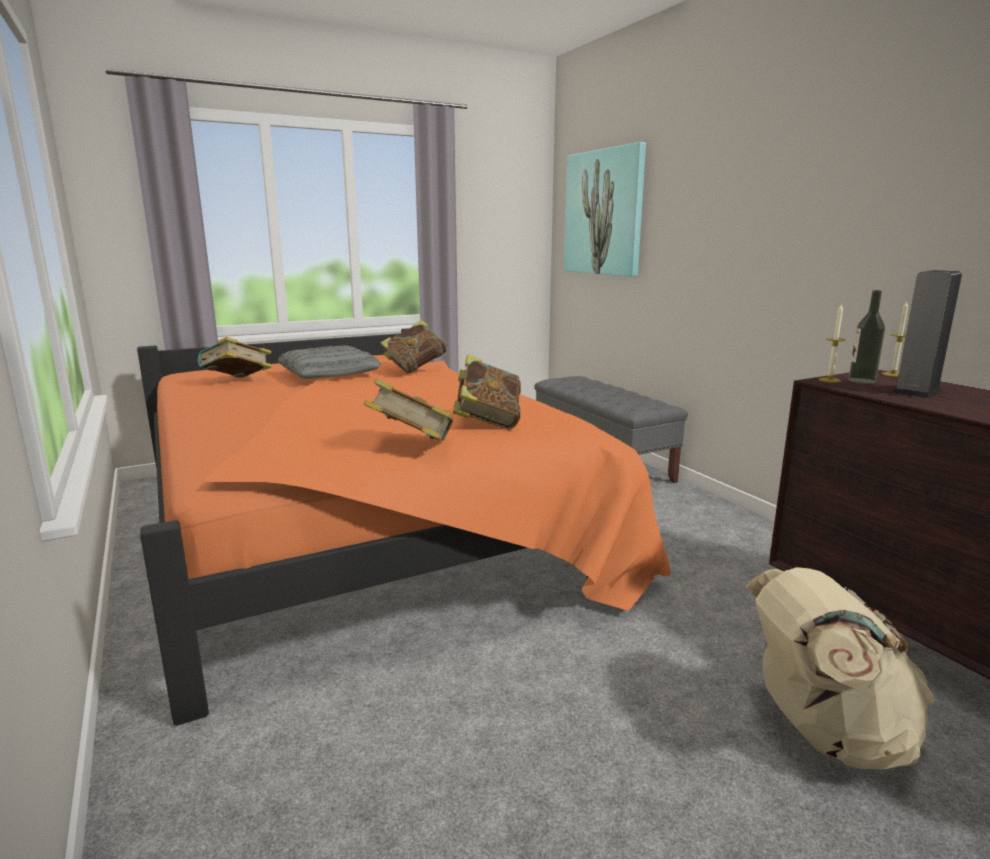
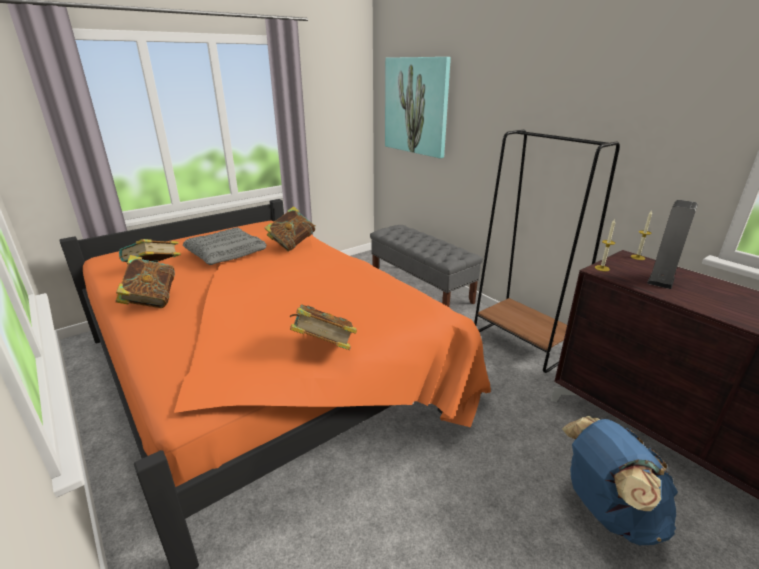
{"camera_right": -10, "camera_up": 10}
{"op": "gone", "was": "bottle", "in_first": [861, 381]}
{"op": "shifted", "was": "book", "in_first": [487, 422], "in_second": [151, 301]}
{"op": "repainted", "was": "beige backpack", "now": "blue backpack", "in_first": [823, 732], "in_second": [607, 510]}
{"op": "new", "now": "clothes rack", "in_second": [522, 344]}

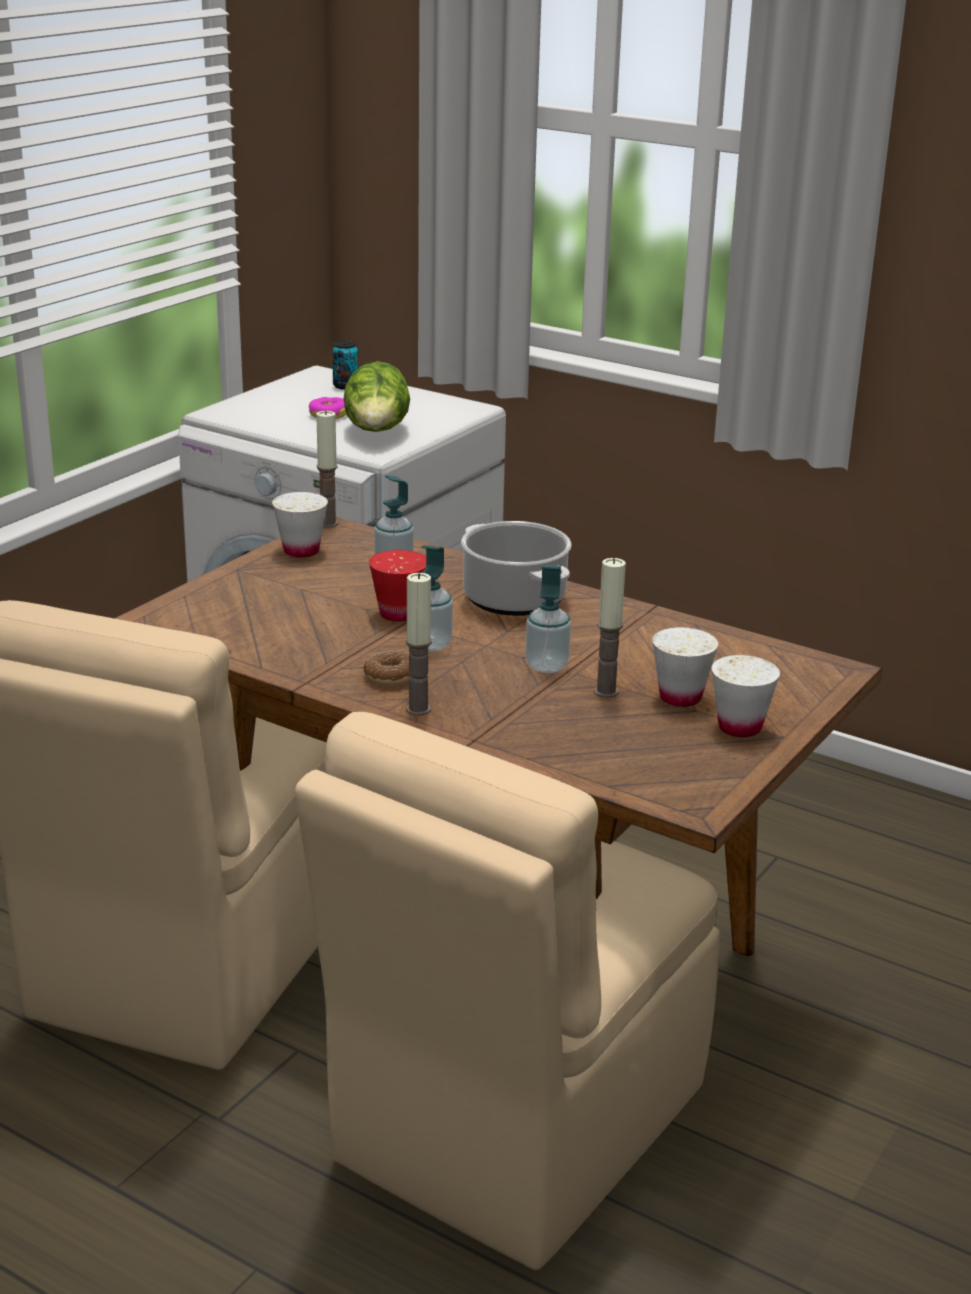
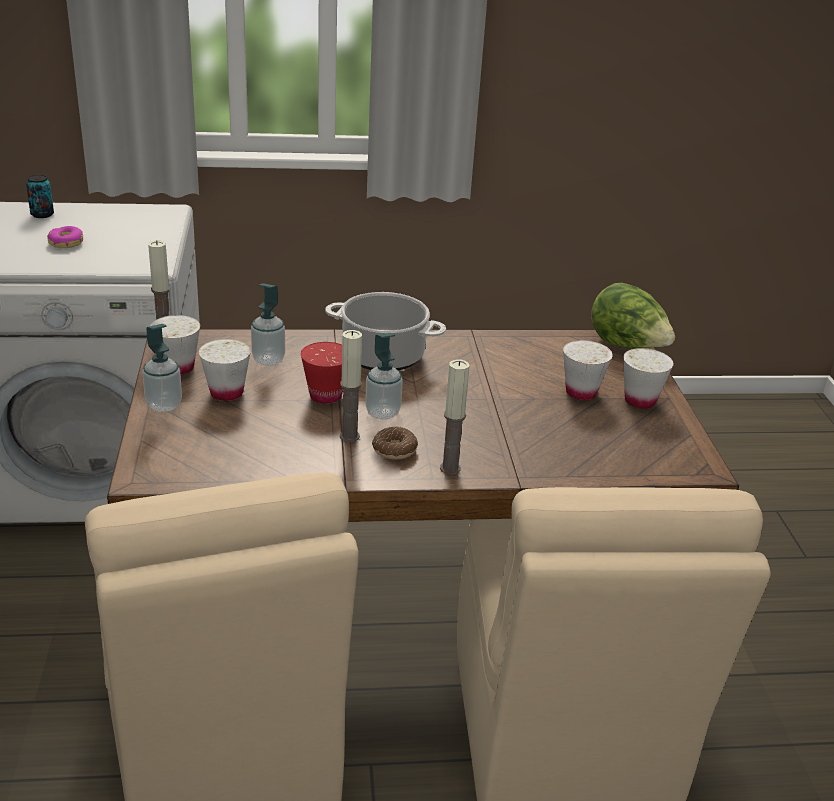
{"camera_right": -40, "camera_up": 5}
{"op": "shifted", "was": "lettuce", "in_first": [377, 433], "in_second": [627, 347]}
{"op": "shifted", "was": "candle", "in_first": [606, 691], "in_second": [349, 436]}
{"op": "shifted", "was": "soap dispenser", "in_first": [546, 666], "in_second": [164, 405]}
{"op": "new", "now": "white cup", "in_second": [226, 393]}

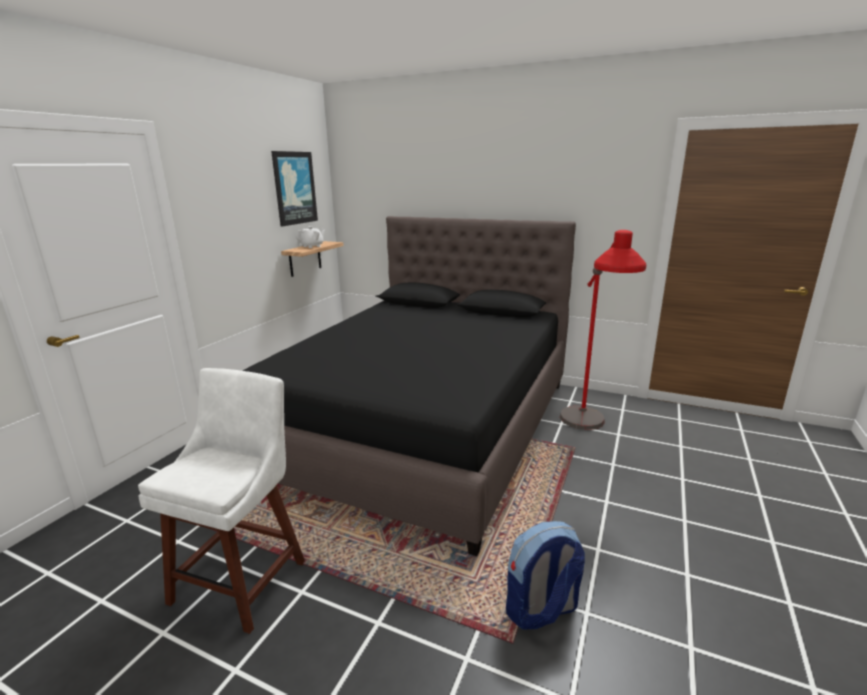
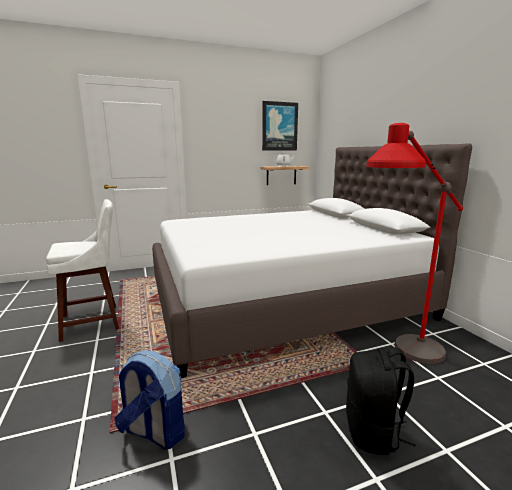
{"camera_right": 45, "camera_up": -5}
{"op": "repainted", "was": "black bed", "now": "white bed", "in_first": [424, 425], "in_second": [283, 300]}
{"op": "new", "now": "black backpack", "in_second": [373, 432]}

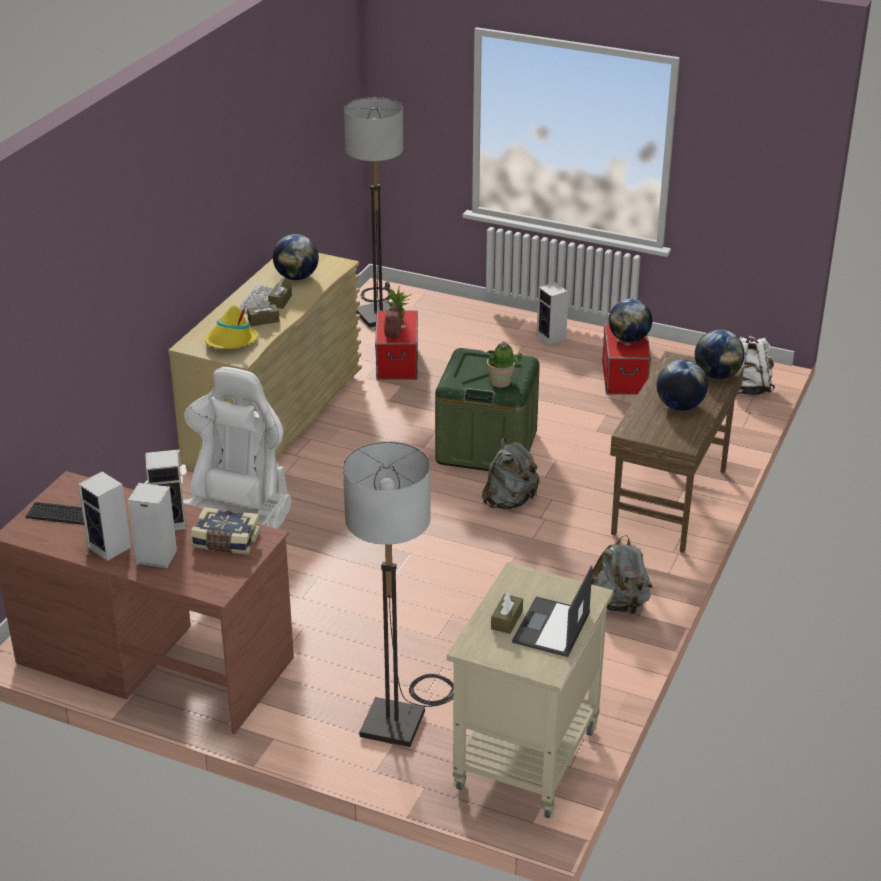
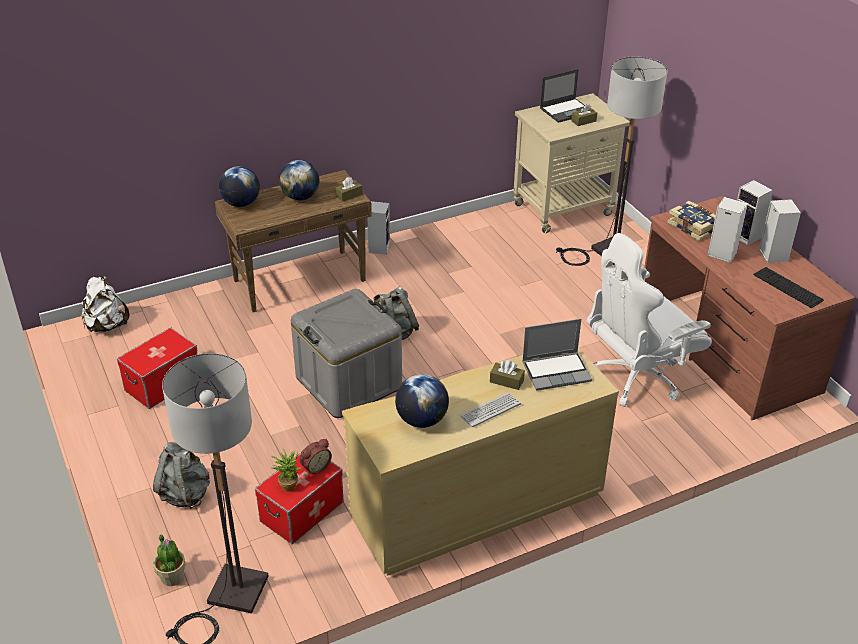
{"camera_right": -140, "camera_up": 5}
{"op": "shifted", "was": "brown tissue box", "in_first": [280, 301], "in_second": [349, 195]}
{"op": "shifted", "was": "speaker", "in_first": [552, 337], "in_second": [379, 247]}
{"op": "gone", "was": "globe", "in_first": [629, 339]}
{"op": "swapped", "was": "yellow hat", "now": "laptop", "in_first": [231, 341], "in_second": [557, 371]}
{"op": "shifted", "was": "potted plant", "in_first": [500, 382], "in_second": [172, 576]}
{"op": "repainted", "was": "green storage box", "now": "grey storage box", "in_first": [486, 446], "in_second": [348, 382]}
{"op": "shifted", "was": "grey backpack", "in_first": [619, 604], "in_second": [185, 493]}

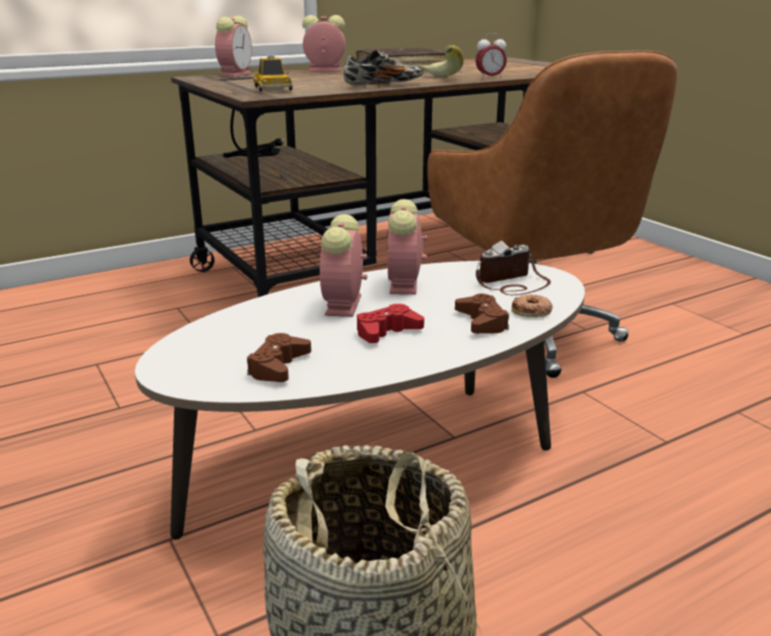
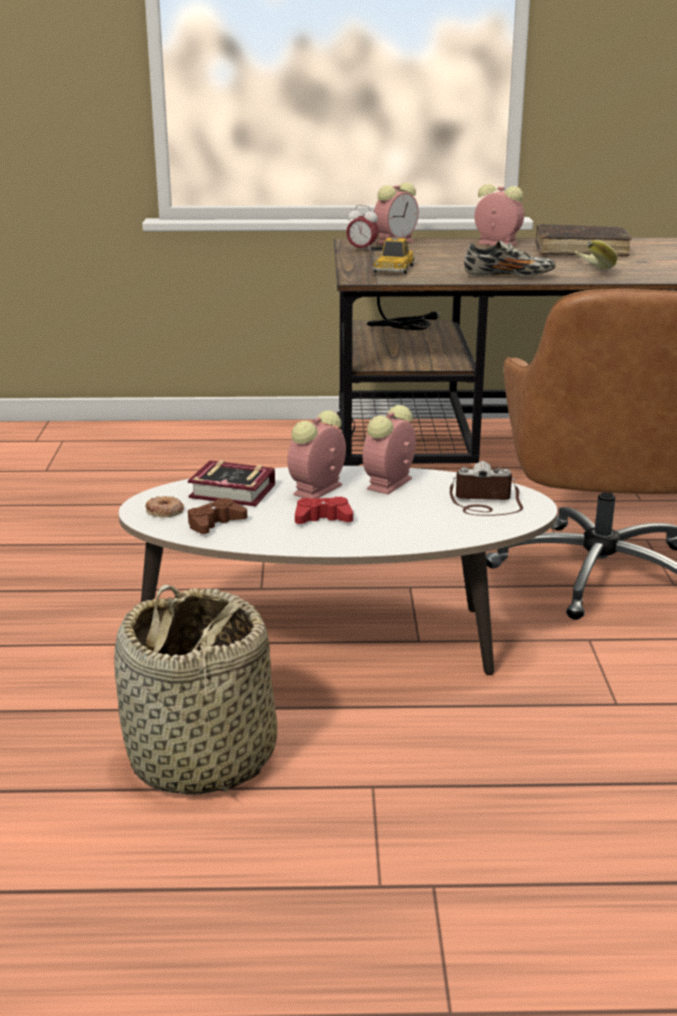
{"camera_right": 30, "camera_up": 0}
{"op": "shifted", "was": "alarm clock", "in_first": [490, 78], "in_second": [362, 250]}
{"op": "gone", "was": "brown game controller", "in_first": [482, 322]}
{"op": "shifted", "was": "donut", "in_first": [532, 311], "in_second": [164, 511]}
{"op": "new", "now": "book", "in_second": [235, 493]}

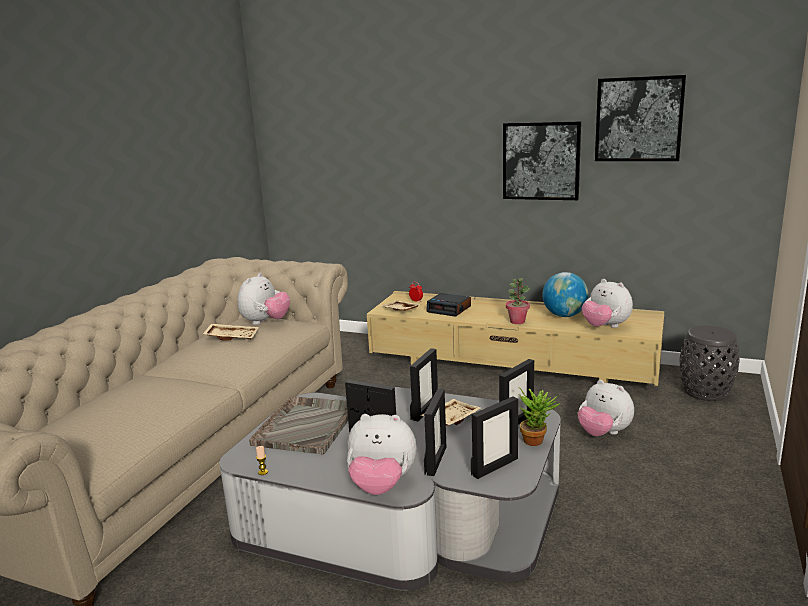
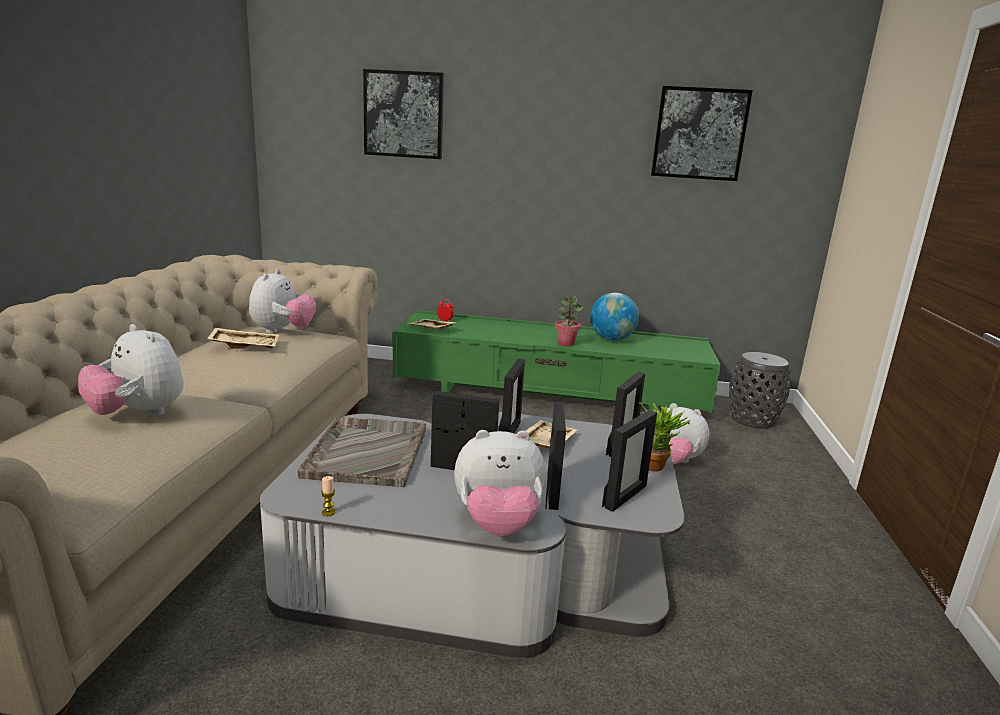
{"camera_right": -15, "camera_up": 0}
{"op": "shifted", "was": "picture", "in_first": [541, 161], "in_second": [404, 115]}
{"op": "shifted", "was": "plush toy", "in_first": [605, 327], "in_second": [138, 414]}
{"op": "repainted", "was": "beige tv stand", "now": "green tv stand", "in_first": [511, 364], "in_second": [549, 392]}
{"op": "gone", "was": "alarm clock", "in_first": [449, 309]}

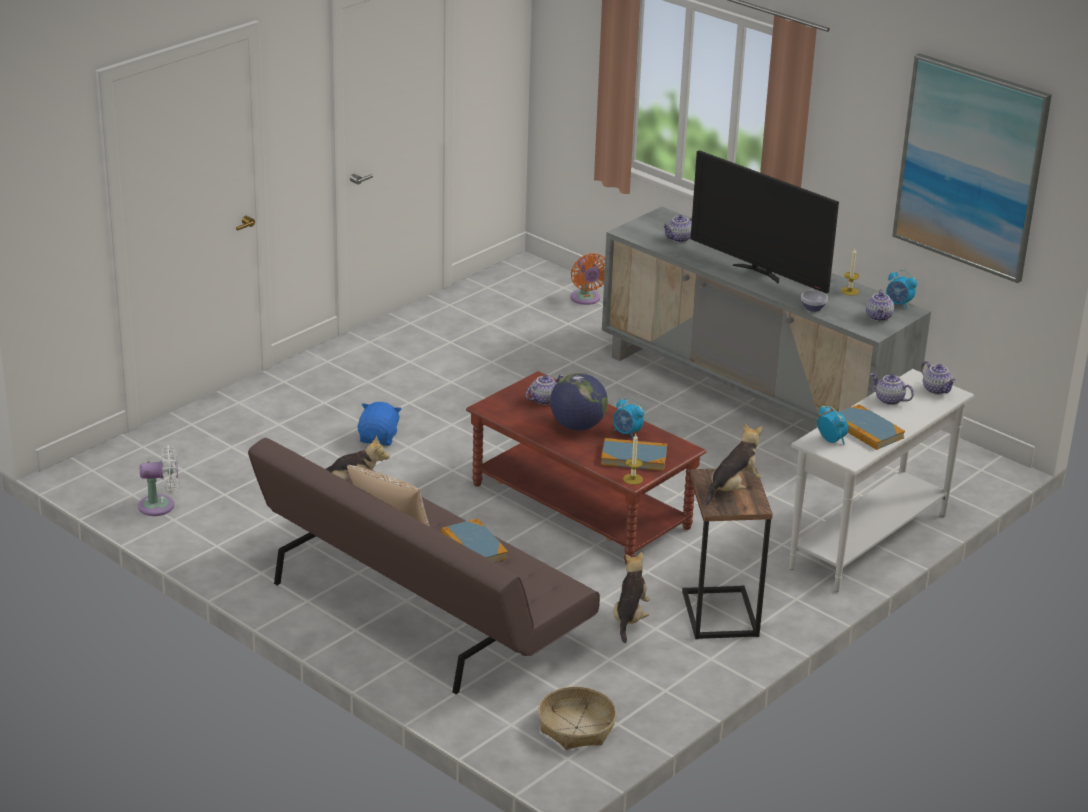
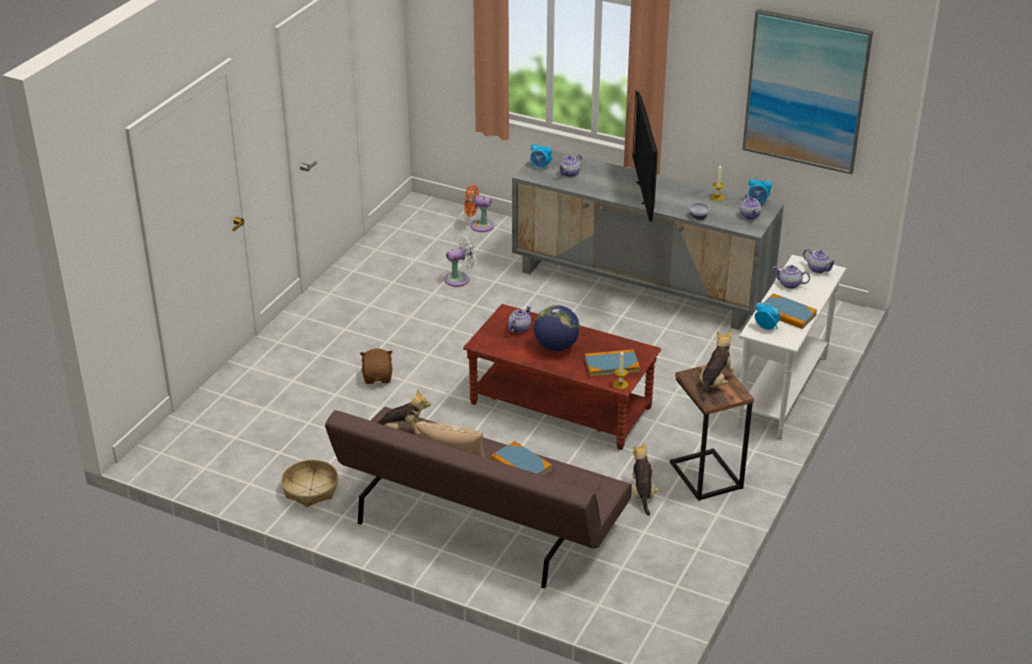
{"camera_right": -15, "camera_up": 5}
{"op": "rotated", "was": "television", "in_first": [759, 272], "in_second": [644, 193], "clockwise": 60}
{"op": "rotated", "was": "orange fan", "in_first": [586, 299], "in_second": [479, 225], "clockwise": 135}
{"op": "shifted", "was": "alarm clock", "in_first": [627, 433], "in_second": [540, 167]}
{"op": "repainted", "was": "blue plush toy", "now": "brown plush toy", "in_first": [379, 438], "in_second": [378, 377]}
{"op": "shifted", "was": "white fan", "in_first": [160, 506], "in_second": [459, 279]}
{"op": "shifted", "was": "basket", "in_first": [576, 727], "in_second": [310, 489]}

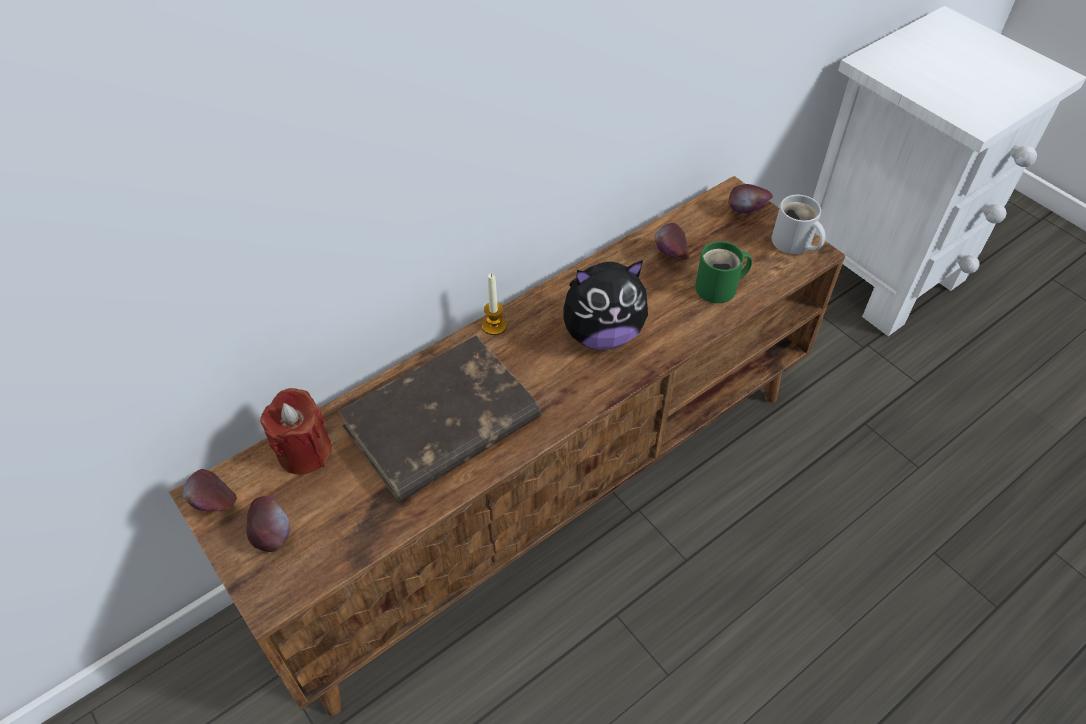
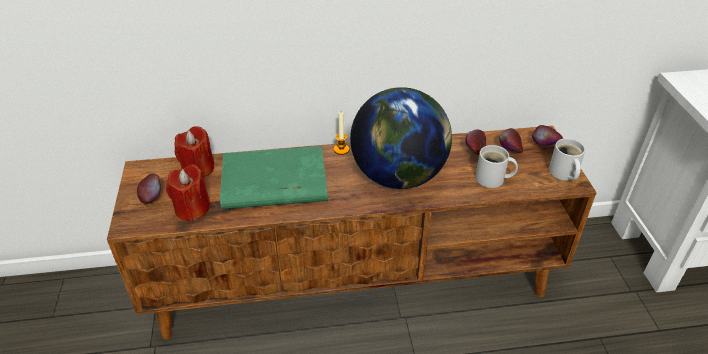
{"camera_right": 30, "camera_up": -10}
{"op": "repainted", "was": "green mug", "now": "white mug", "in_first": [720, 288], "in_second": [492, 179]}
{"op": "swapped", "was": "plush toy", "now": "globe", "in_first": [602, 334], "in_second": [399, 176]}
{"op": "repainted", "was": "brown book", "now": "green book", "in_first": [440, 424], "in_second": [273, 184]}
{"op": "shifted", "was": "apple", "in_first": [215, 505], "in_second": [509, 151]}
{"op": "new", "now": "red candle", "in_second": [192, 209]}

